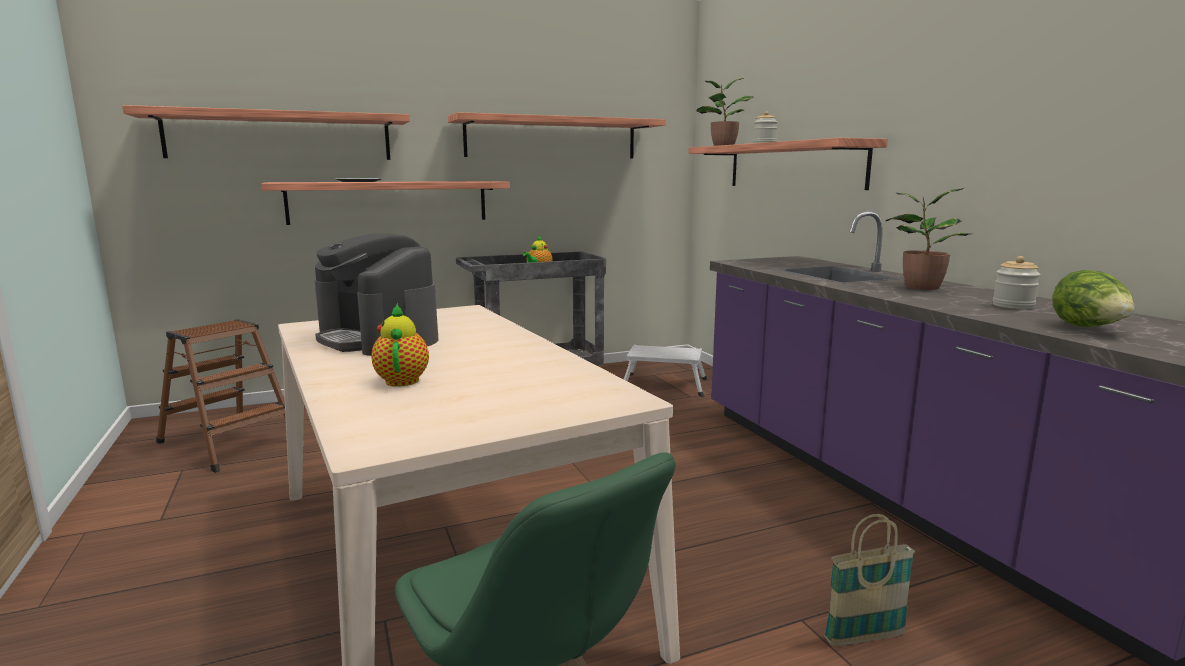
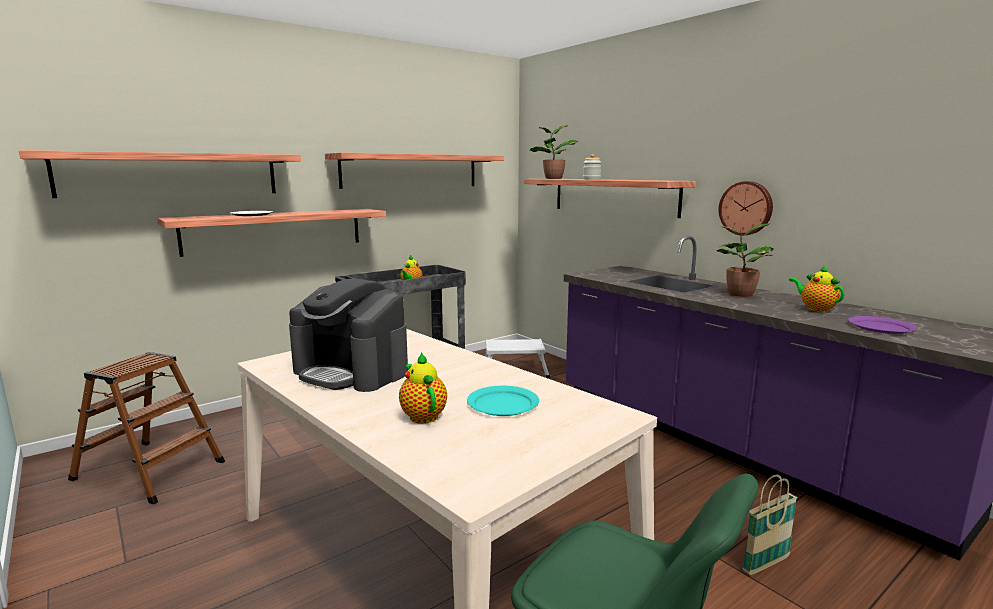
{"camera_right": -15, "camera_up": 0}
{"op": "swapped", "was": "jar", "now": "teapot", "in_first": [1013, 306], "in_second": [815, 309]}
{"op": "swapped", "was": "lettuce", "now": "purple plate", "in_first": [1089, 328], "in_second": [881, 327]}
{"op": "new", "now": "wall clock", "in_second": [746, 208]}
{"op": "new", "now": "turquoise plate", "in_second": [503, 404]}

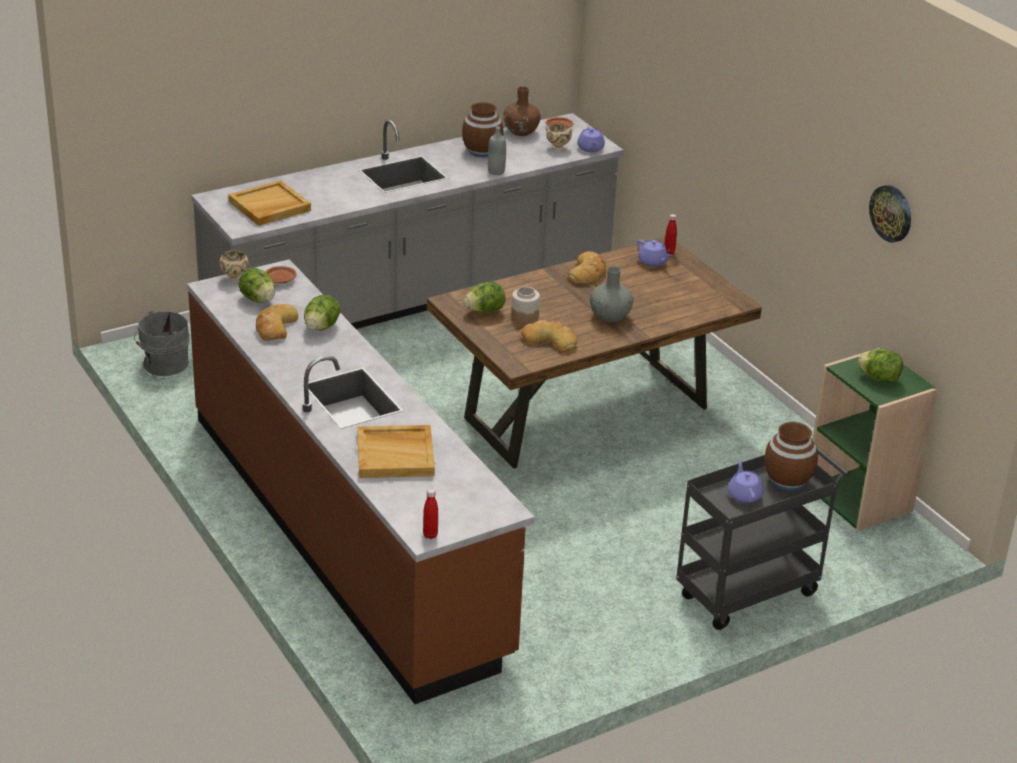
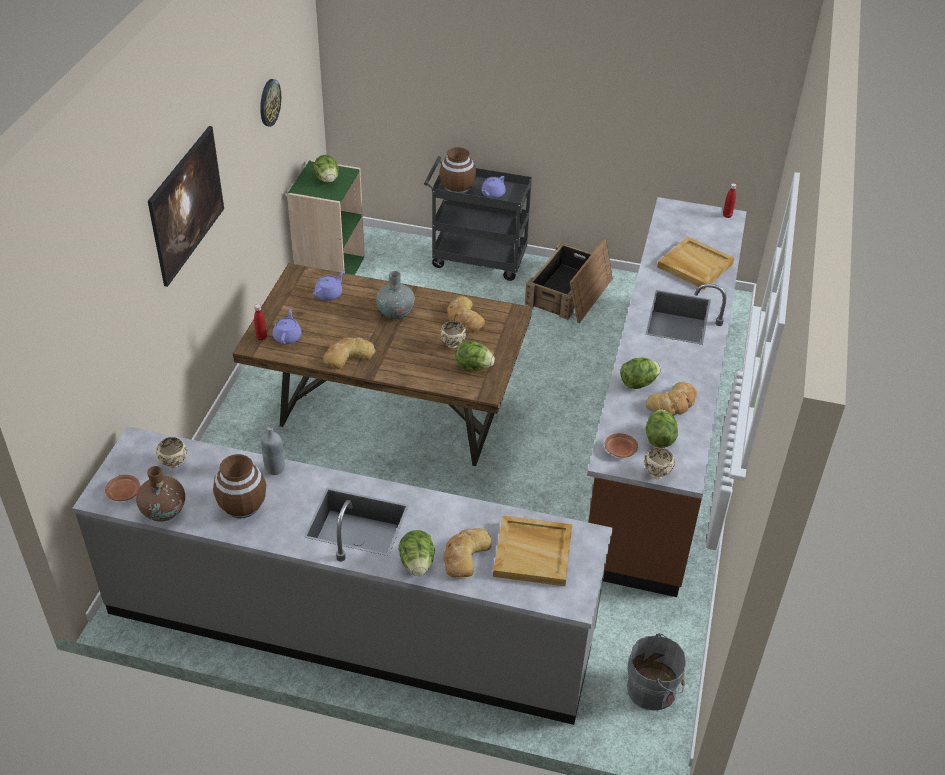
{"camera_right": -135, "camera_up": 10}
{"op": "shifted", "was": "purple teapot", "in_first": [590, 148], "in_second": [329, 294]}
{"op": "swapped", "was": "jar", "now": "beige bowl", "in_first": [524, 317], "in_second": [453, 345]}
{"op": "new", "now": "picture", "in_second": [190, 225]}
{"op": "new", "now": "crate", "in_second": [569, 293]}
{"op": "new", "now": "bread", "in_second": [464, 555]}
{"op": "new", "now": "lettuce", "in_second": [417, 563]}

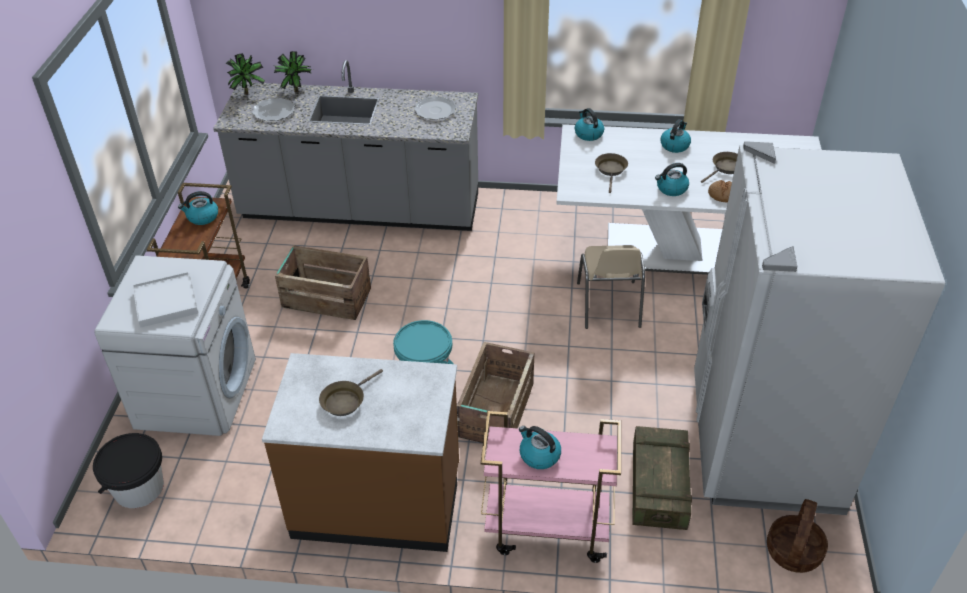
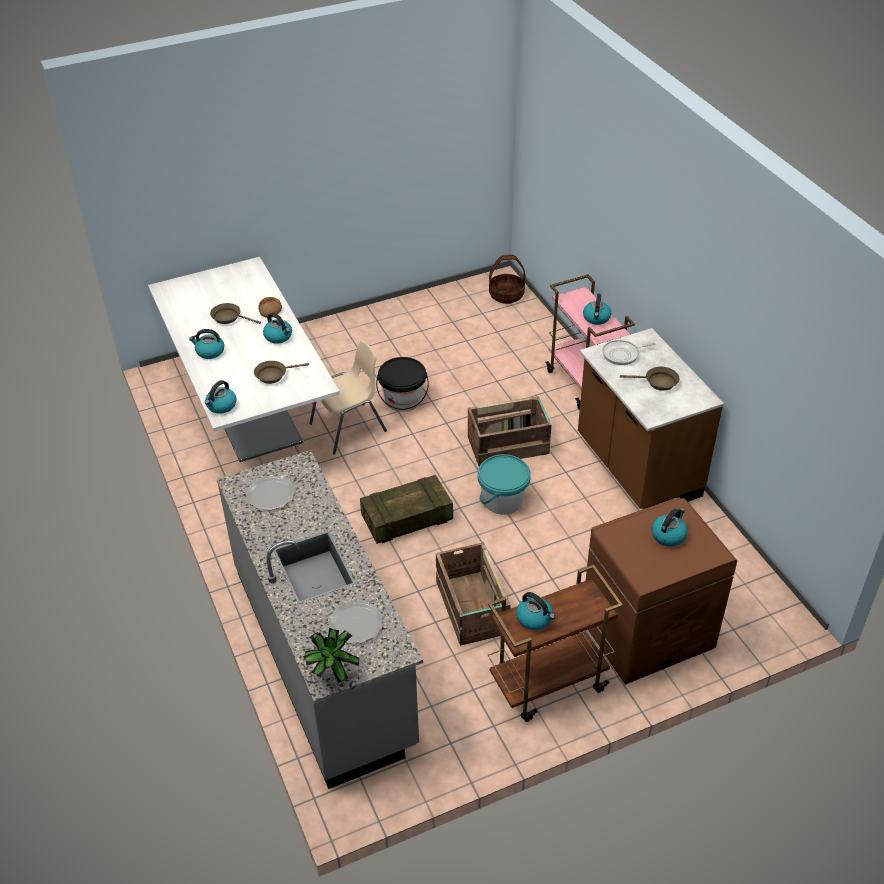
{"camera_right": -120, "camera_up": 0}
{"op": "gone", "was": "potted plant", "in_first": [296, 90]}
{"op": "gone", "was": "white fridge", "in_first": [763, 440]}
{"op": "repainted", "was": "white washing machine", "now": "brown washing machine", "in_first": [199, 391], "in_second": [643, 630]}
{"op": "swapped", "was": "white tray", "now": "kettle", "in_first": [166, 302], "in_second": [668, 535]}
{"op": "shifted", "was": "crate", "in_first": [658, 488], "in_second": [407, 519]}
{"op": "shifted", "was": "black bucket", "in_first": [138, 488], "in_second": [403, 399]}
{"op": "new", "now": "frying pan", "in_second": [623, 354]}

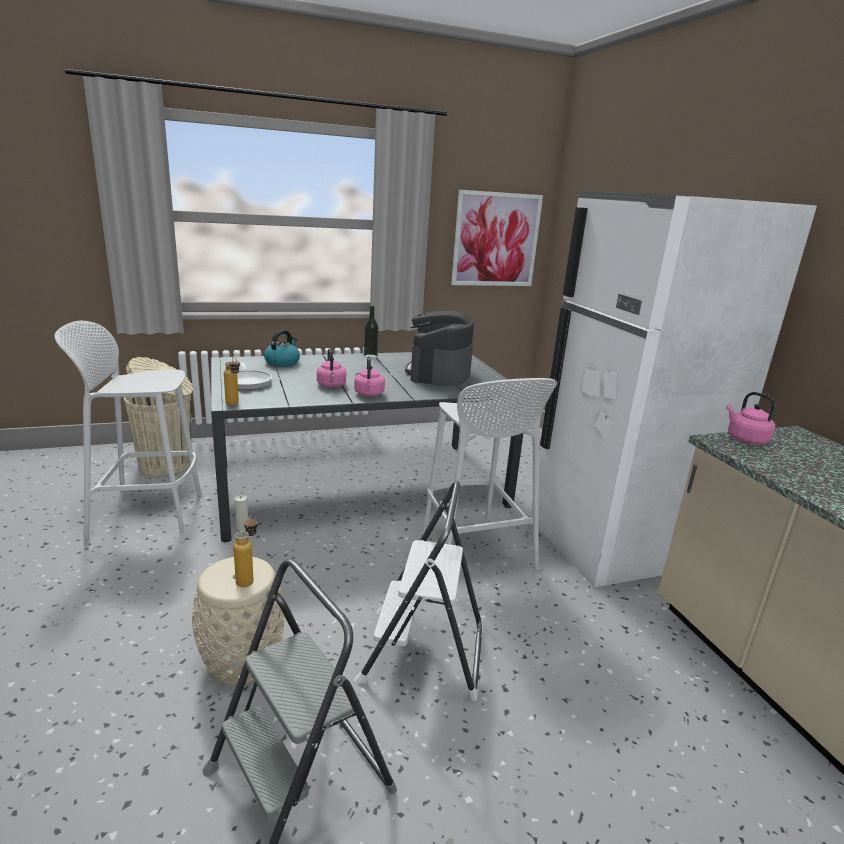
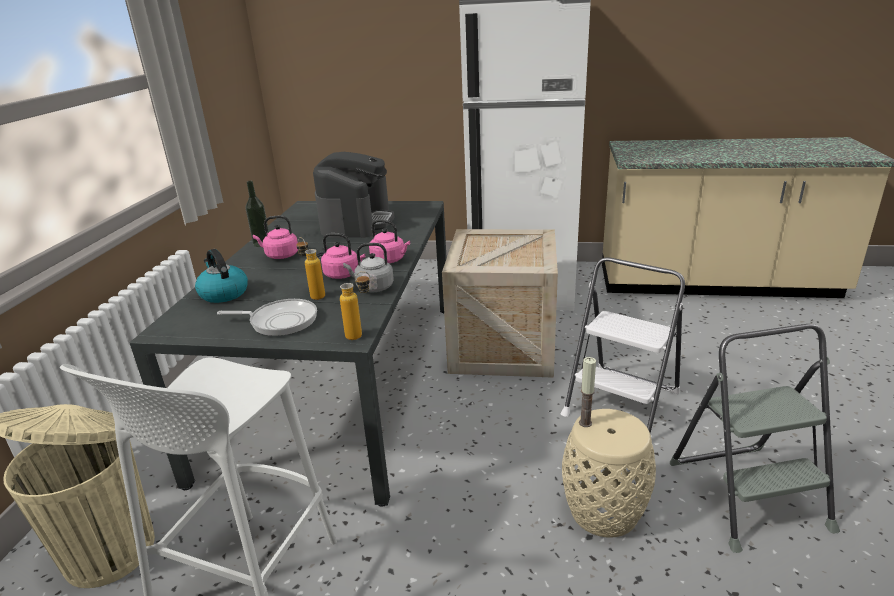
{"camera_right": -60, "camera_up": 5}
{"op": "gone", "was": "picture", "in_first": [496, 240]}
{"op": "rotated", "was": "coffee machine", "in_first": [439, 373], "in_second": [357, 222], "clockwise": -120}
{"op": "swapped", "was": "white stool", "now": "crate", "in_first": [473, 553], "in_second": [504, 346]}
{"op": "shifted", "was": "pink kettle", "in_first": [745, 439], "in_second": [280, 255]}
{"op": "shifted", "was": "bottle", "in_first": [248, 578], "in_second": [314, 295]}
{"op": "new", "now": "grey kettle", "in_second": [372, 287]}

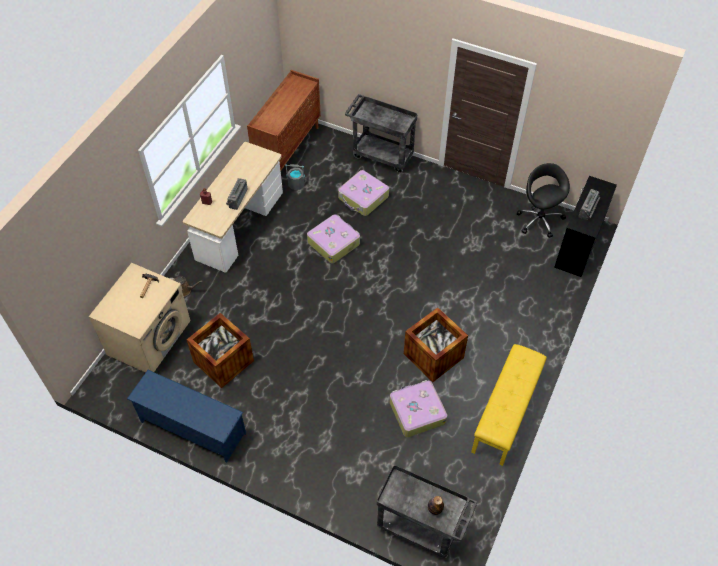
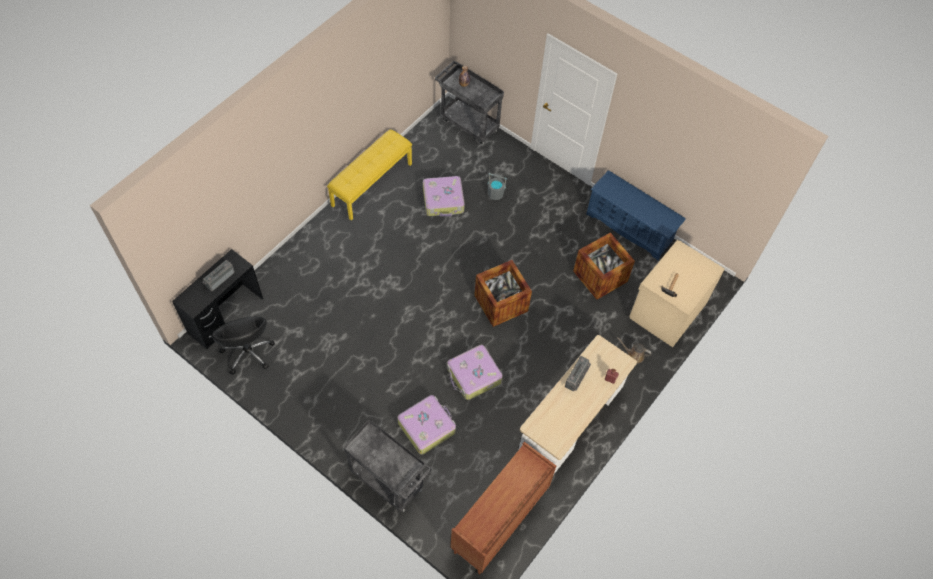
{"camera_right": -170, "camera_up": 5}
{"op": "shifted", "was": "grey bucket", "in_first": [296, 184], "in_second": [495, 194]}
{"op": "shifted", "was": "crate", "in_first": [433, 356], "in_second": [501, 303]}

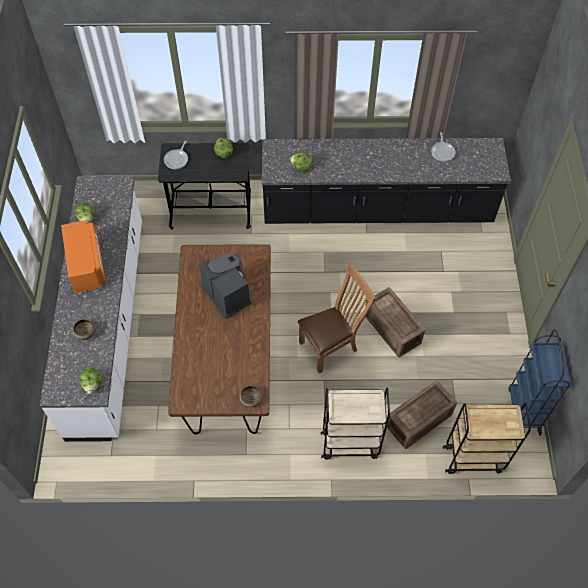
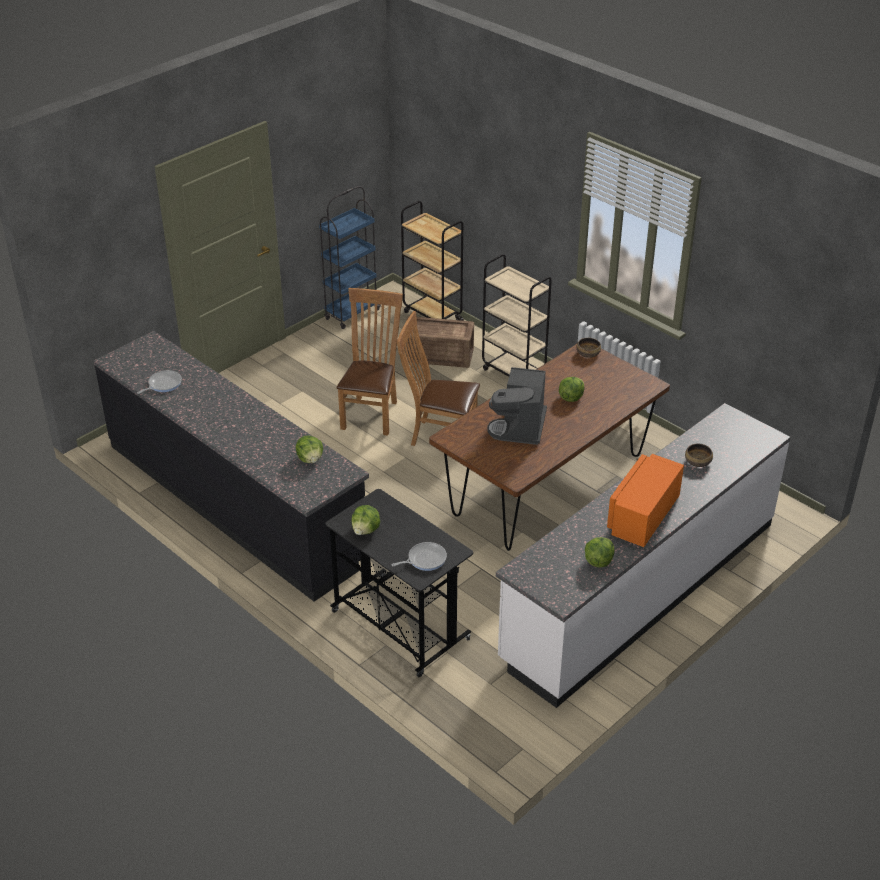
{"camera_right": -135, "camera_up": -20}
{"op": "swapped", "was": "crate", "now": "brown chair", "in_first": [392, 330], "in_second": [372, 413]}
{"op": "shifted", "was": "lettuce", "in_first": [92, 384], "in_second": [570, 397]}

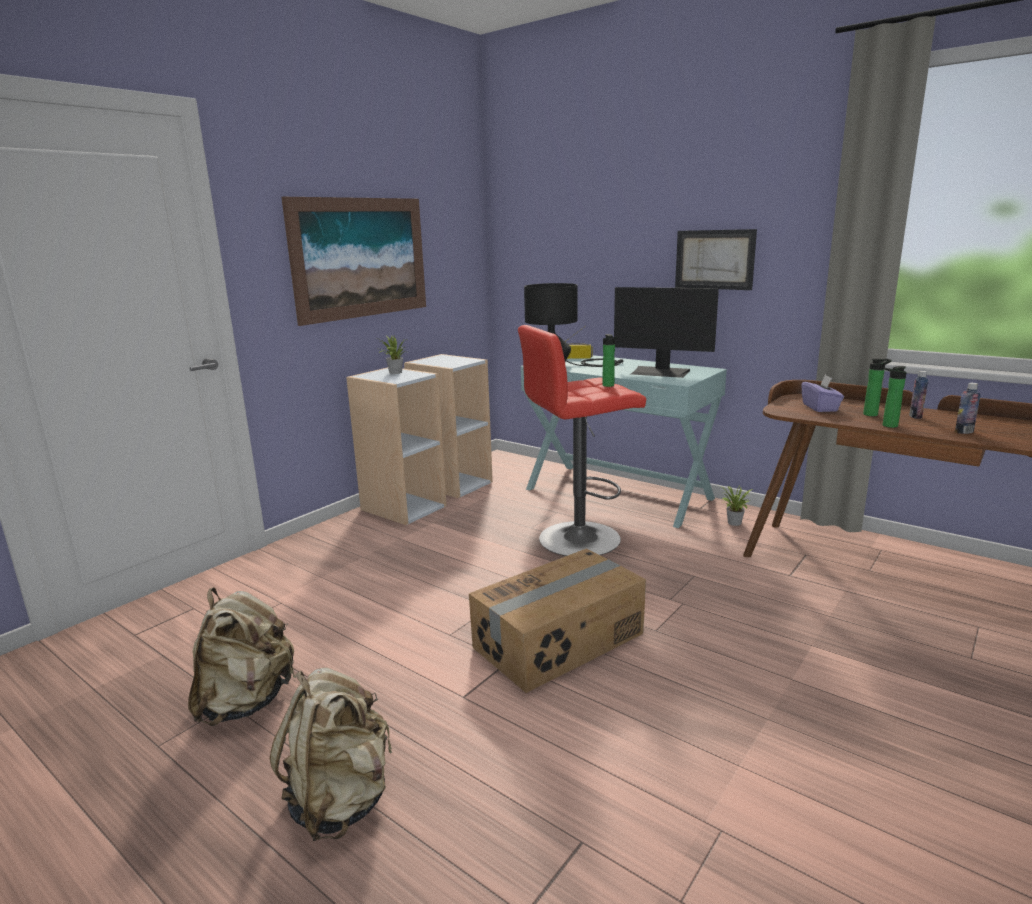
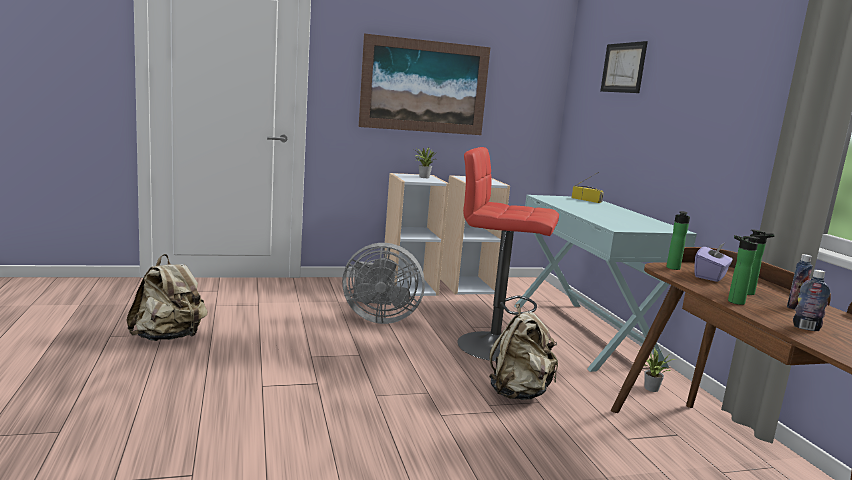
{"camera_right": 35, "camera_up": -5}
{"op": "shifted", "was": "picture", "in_first": [714, 259], "in_second": [623, 67]}
{"op": "gone", "was": "black table lamp", "in_first": [570, 364]}
{"op": "gone", "was": "monitor", "in_first": [660, 372]}
{"op": "shifted", "was": "bottle", "in_first": [609, 386], "in_second": [673, 268]}
{"op": "gone", "was": "cardboard box", "in_first": [560, 641]}
{"op": "shifted", "was": "beige backpack", "in_first": [341, 800], "in_second": [519, 393]}
{"op": "new", "now": "grey fan", "in_second": [379, 318]}

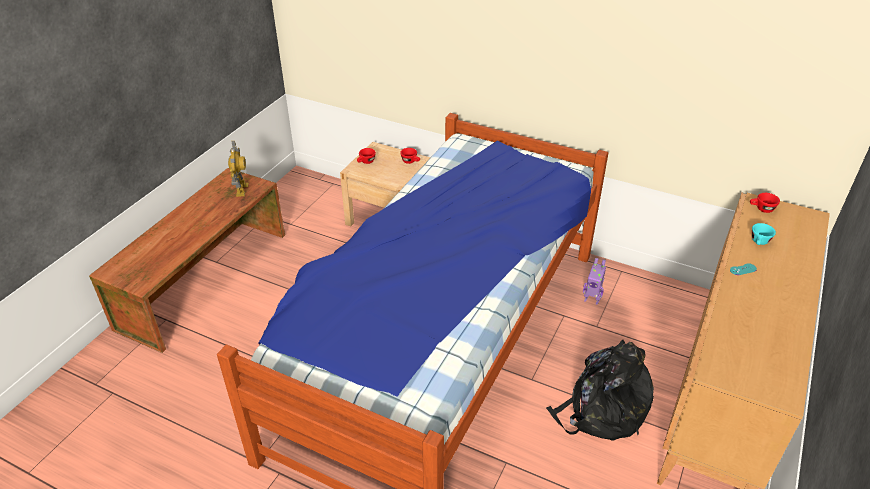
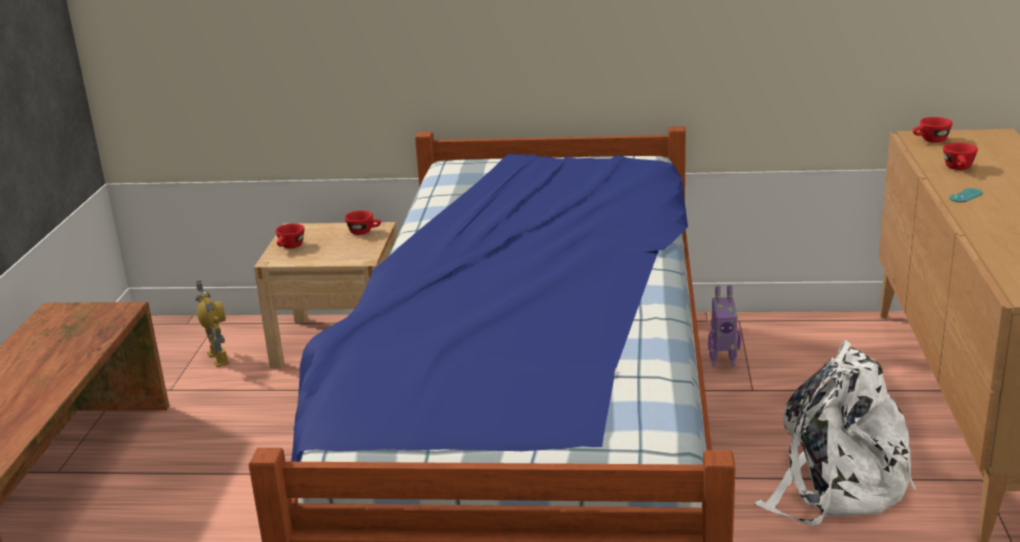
{"camera_right": -20, "camera_up": -15}
{"op": "shifted", "was": "toy robot", "in_first": [241, 190], "in_second": [218, 358]}
{"op": "repainted", "was": "turquoise cup", "now": "red cup", "in_first": [759, 242], "in_second": [959, 169]}
{"op": "repainted", "was": "black backpack", "now": "white backpack", "in_first": [601, 411], "in_second": [835, 485]}

